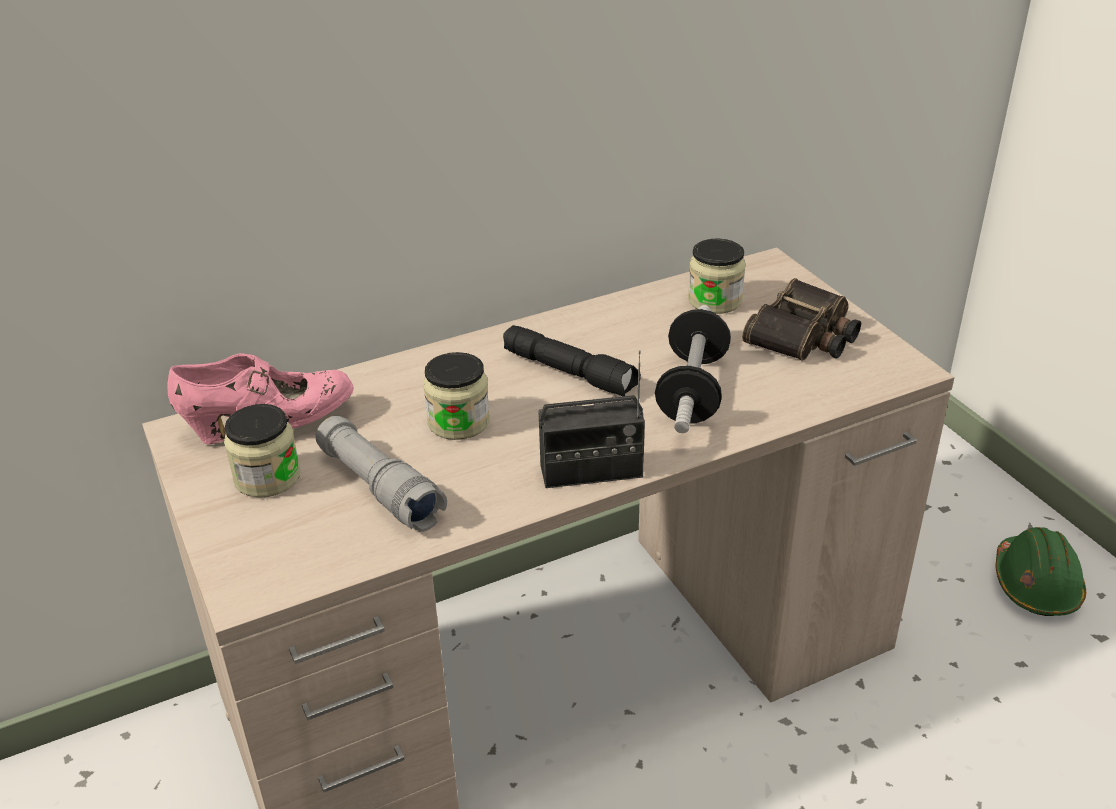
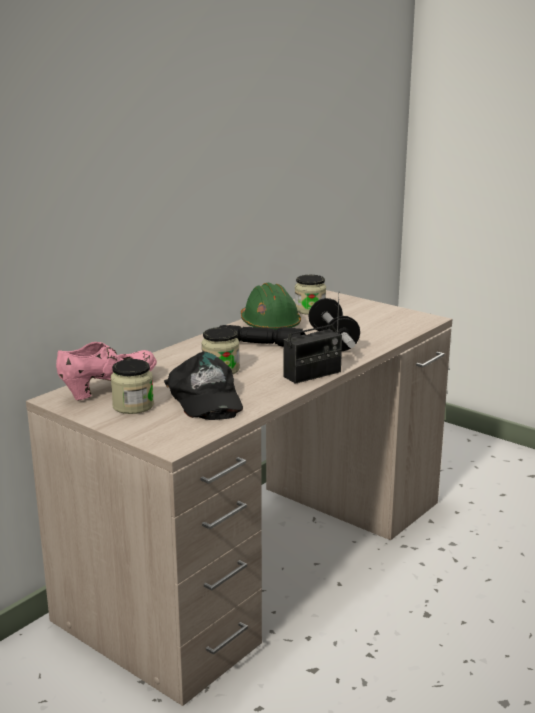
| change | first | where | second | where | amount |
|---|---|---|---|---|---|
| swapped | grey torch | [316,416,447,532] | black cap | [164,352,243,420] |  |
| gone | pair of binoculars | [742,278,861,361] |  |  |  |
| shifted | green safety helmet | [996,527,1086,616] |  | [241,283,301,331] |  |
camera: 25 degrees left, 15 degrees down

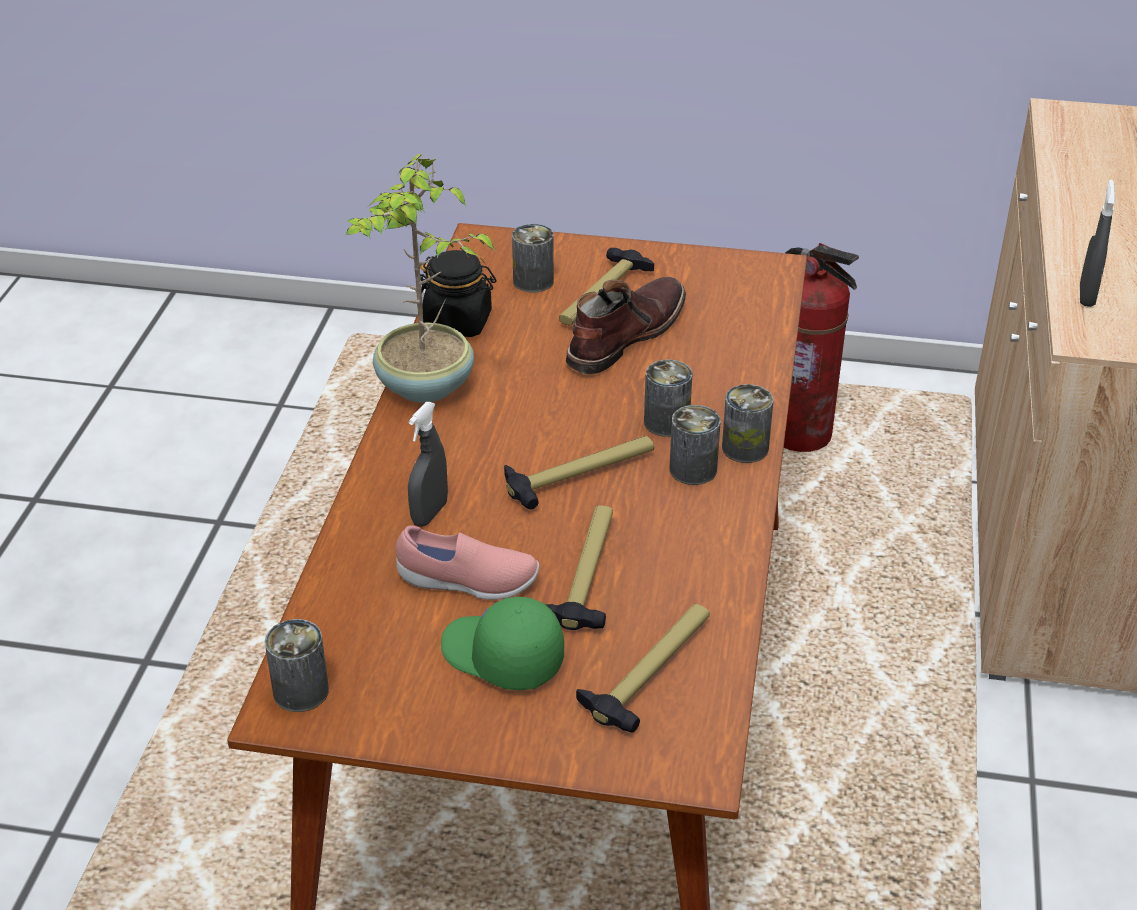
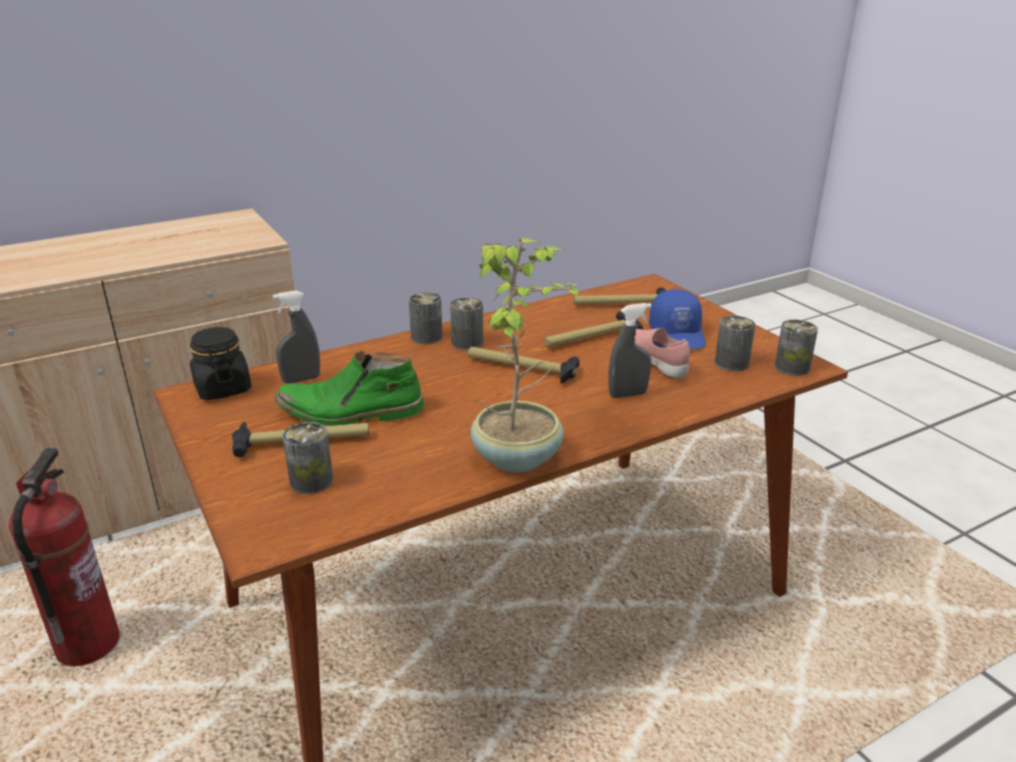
| change | first | where | second | where | amount |
|---|---|---|---|---|---|
| shifted | black jar | [420,250,497,337] |  | [190,327,251,400] |  |
| repainted | green cap | [441,597,564,690] | bluish cap | [649,289,706,349] |  |
| repainted | brown high-top boot | [566,277,686,374] | green high-top boot | [275,350,424,425] |  |
| shifted | sealed can | [644,359,693,437] |  | [715,316,755,371] |  |
| shifted | grey hand sprayer | [1080,179,1115,307] |  | [273,291,320,384] |  |
camera: 130 degrees left, 10 degrees down

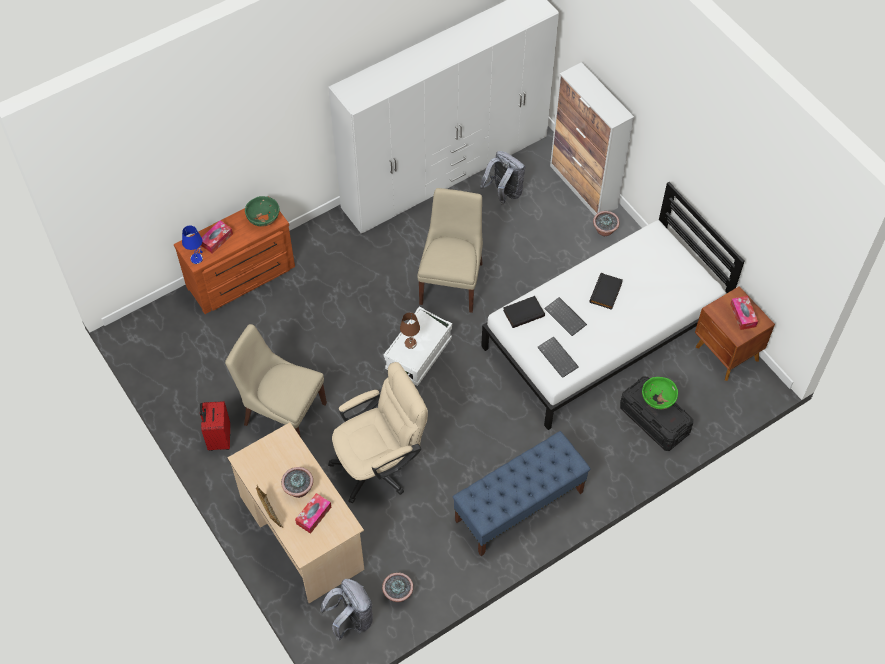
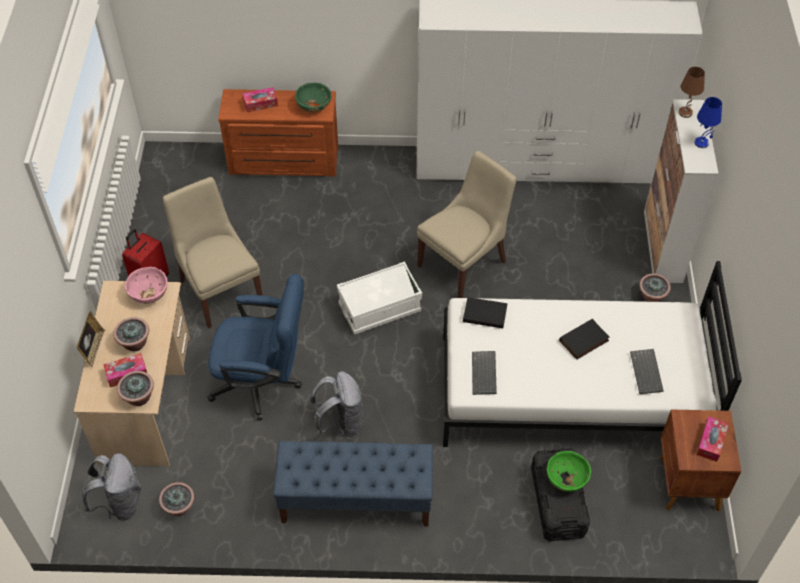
| change | first | where | second | where | amount |
|---|---|---|---|---|---|
| shifted | bluish lamp for a table | [182,226,203,264] |  | [694,97,722,148] |  |
| repainted | sand-coloured office chair | [328,362,428,504] | bluish office chair | [207,274,304,421] |  |
| shifted | brown lamp for a table | [400,313,420,349] |  | [678,67,705,118] |  |
| shifted | grey rucksack | [480,151,525,205] |  | [311,371,363,437] |  |
| shifted | PC keyboard | [544,297,587,336] |  | [630,349,664,394] |  |
| new |  |  | potted plant | [117,371,154,406] |  |
| new |  |  | pink-coloured serving bowl | [125,267,168,304] |  |
camera: 35 degrees right, 5 degrees down

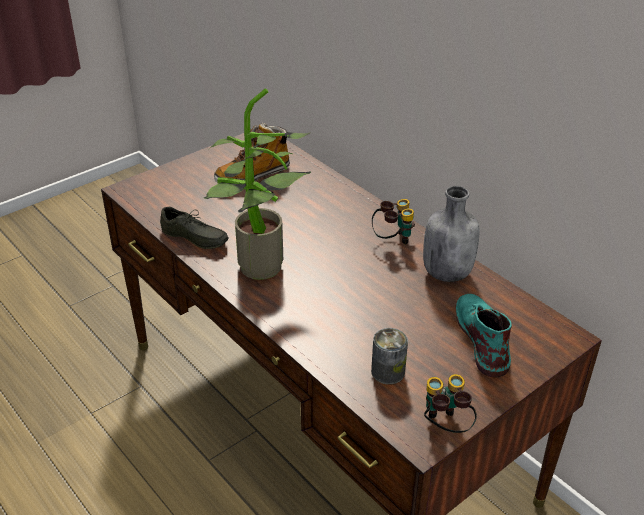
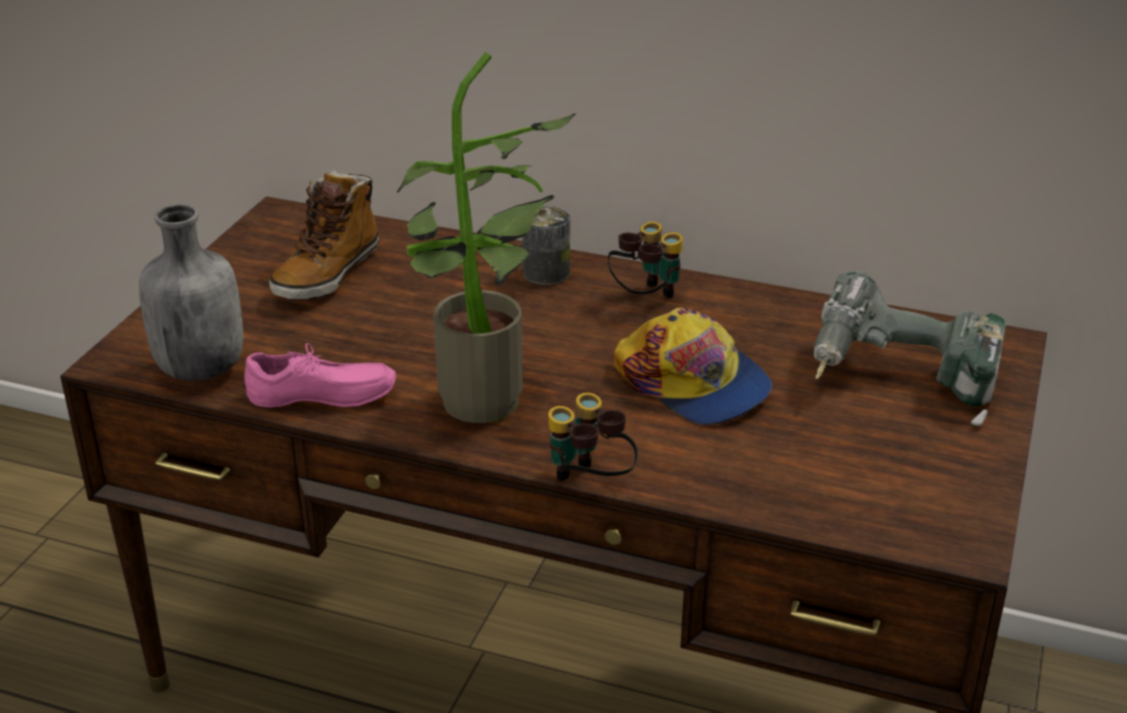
| change | first | where | second | where | amount |
|---|---|---|---|---|---|
| repainted | grey shoe | [160,207,229,249] | pink-coloured shoe | [244,343,396,407] |  |
| shifted | sealed can | [371,328,408,385] |  | [522,206,570,285] |  |
| shifted | grey beverage bottle | [423,186,480,282] |  | [139,204,243,381] |  |
| shifted | pair of binoculars | [424,374,477,433] |  | [548,393,638,481] |  |
| swapped | turquoise high-top boot | [456,294,512,377] | drill | [814,271,1006,426] |  |
| new |  |  | cap | [614,308,772,425] |  |
camera: 30 degrees left, 5 degrees down

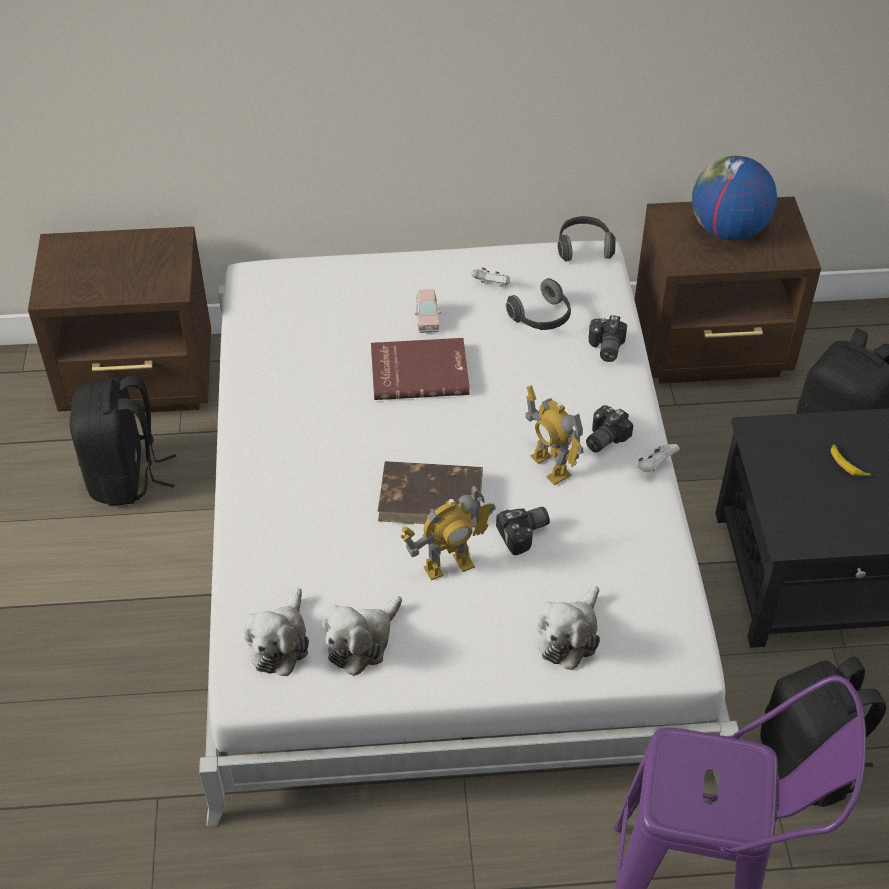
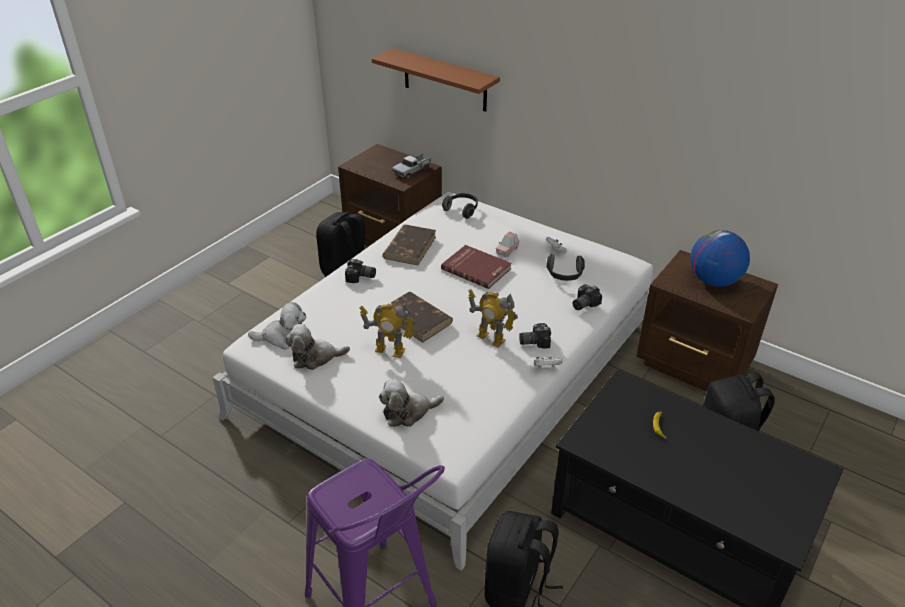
| change | first | where | second | where | amount |
|---|---|---|---|---|---|
| rotated | soft toy | [244,588,309,676] |  | [248,302,306,350] | 150 degrees counterclockwise |
| shifted | photo camera | [496,507,550,555] |  | [345,259,376,283] |  |
| rotated | model robot | [525,385,584,485] |  | [468,289,518,348] | 60 degrees counterclockwise |
| shifted | pair of headphones | [557,216,616,262] |  | [442,193,478,219] |  |
| new |  |  | brown shelf | [372,48,500,112] |  |
| new |  |  | brown volume | [383,224,436,265] |  |
| new |  |  | toy lorry | [392,153,431,179] |  |
camera: 40 degrees right, 10 degrees down

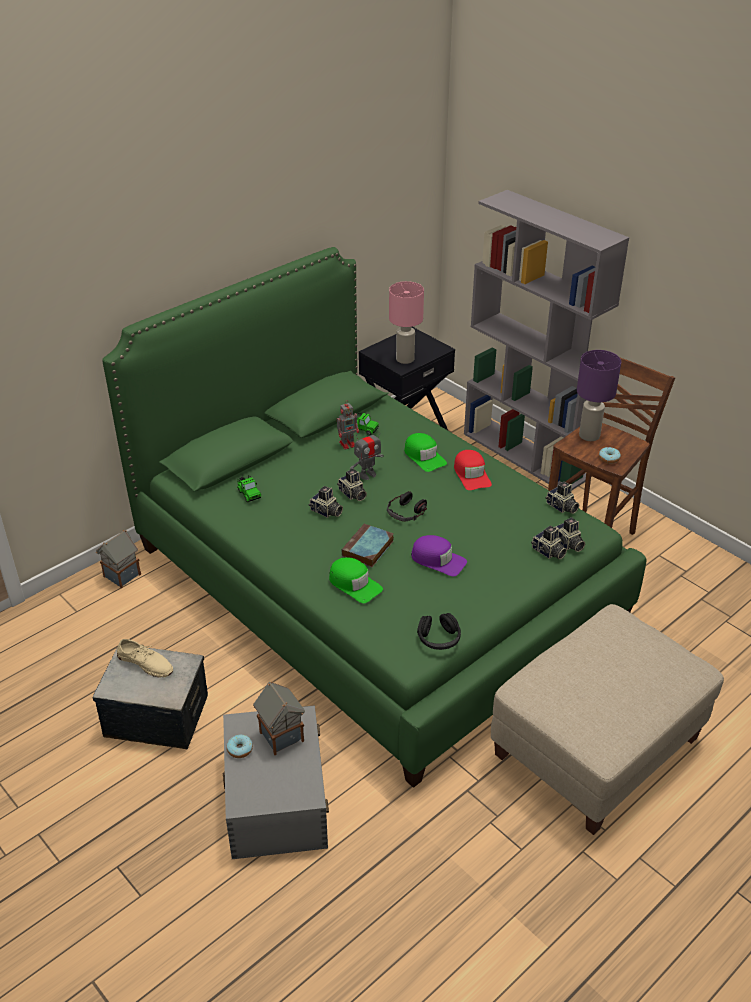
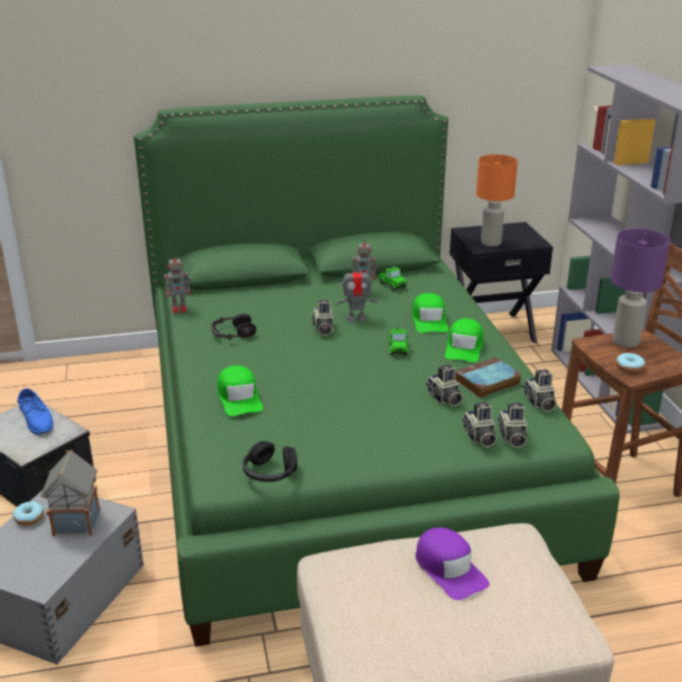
| change | first | where | second | where | amount |
|---|---|---|---|---|---|
| gone | toy house | [96,530,141,588] |  |  |  |
| repainted | sand-coloured shoe | [117,639,173,678] | bluish shoe | [17,388,53,435] |  |
| shifted | miniature car | [237,475,262,502] |  | [389,328,408,355] |  |
| shifted | photo camera | [309,486,343,518] |  | [426,365,463,406] |  |
| shifted | volume | [342,523,394,567] |  | [456,357,521,398] |  |
| shifted | pair of headphones | [387,491,427,521] |  | [211,314,256,340] |  |
| repainted | pink-coloured lamp for a table | [389,281,424,364] | orangey lamp for a table | [476,154,518,247] |  |
| shifted | purplish cap | [411,535,467,576] |  | [415,527,489,600] |  |
| repainted | reddish cap | [454,450,492,490] | green cap | [445,318,483,362] |  |
| new |  |  | model robot | [164,254,191,313] |  |
camera: 30 degrees right, 10 degrees down

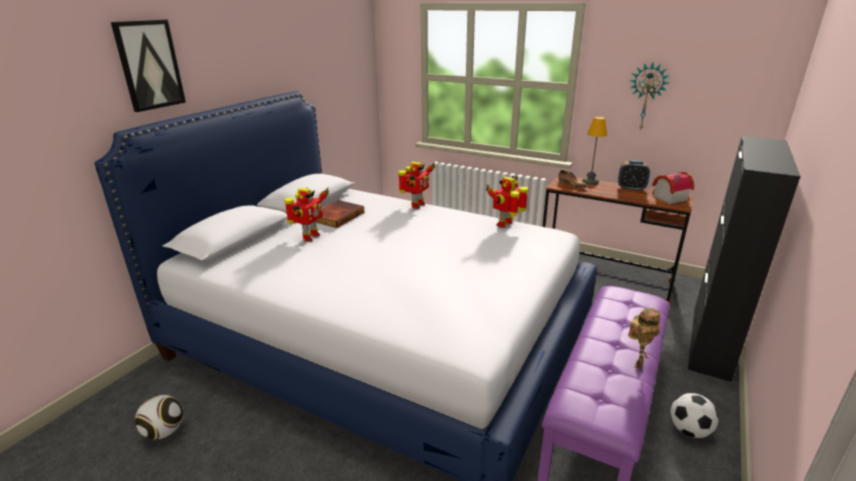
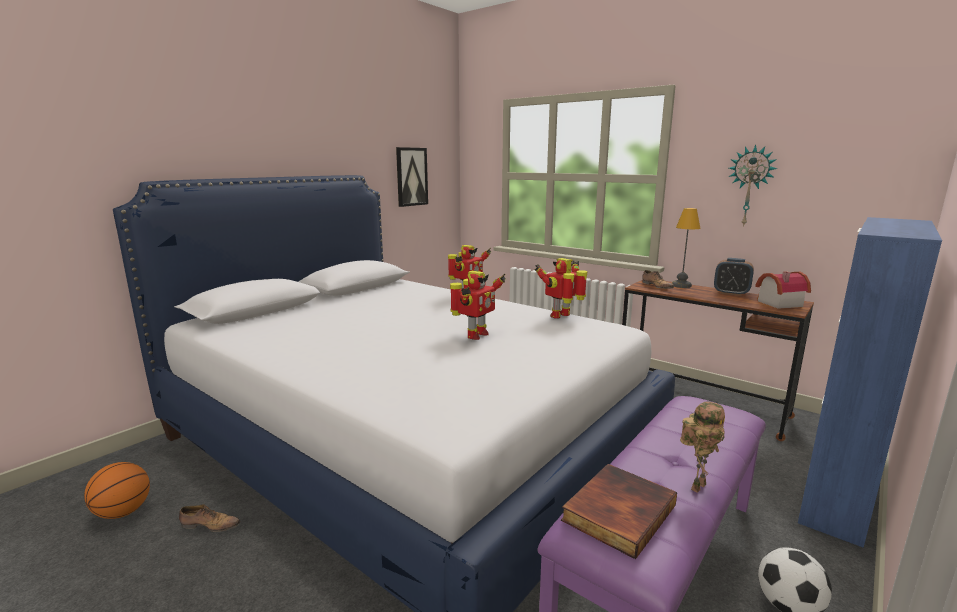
| change | first | where | second | where | amount |
|---|---|---|---|---|---|
| shifted | wall picture | [111,20,186,112] |  | [396,147,428,207] |  |
| swapped | football ball | [135,395,183,439] | basketball | [84,462,150,519] |  |
| shifted | model robot | [284,187,329,241] |  | [450,271,506,340] |  |
| shifted | volume | [316,200,364,228] |  | [561,464,677,559] |  |
| repainted | black storage cabinet | [688,136,801,382] | bluish storage cabinet | [798,217,942,548] |  |
| new |  |  | shoe | [179,504,241,532] |  |
camera: 10 degrees right, 10 degrees down

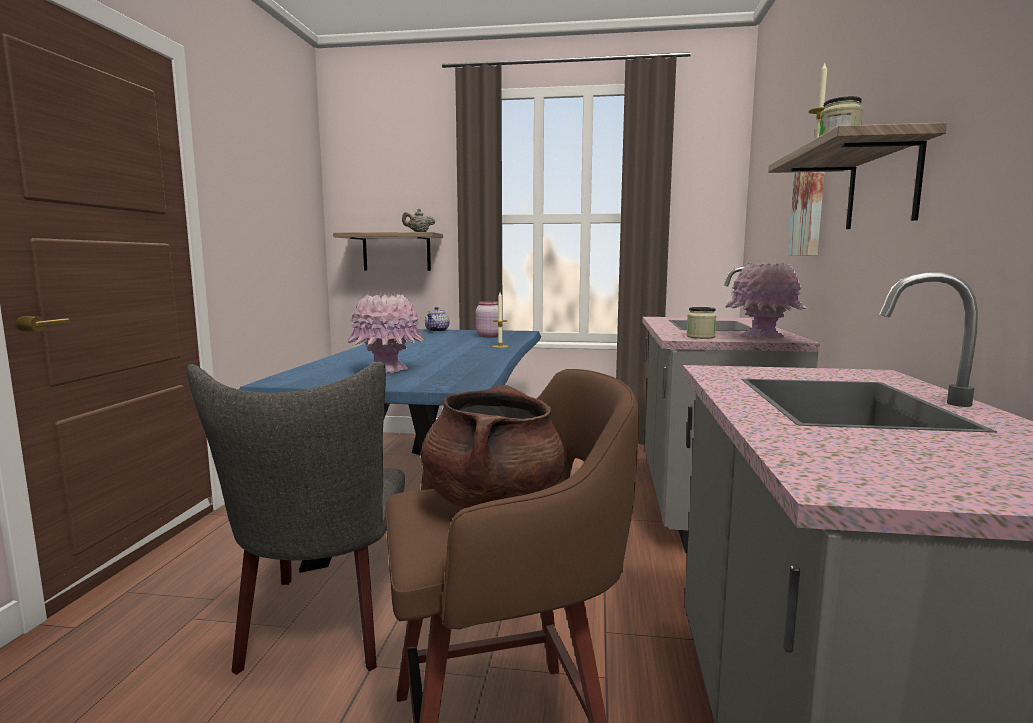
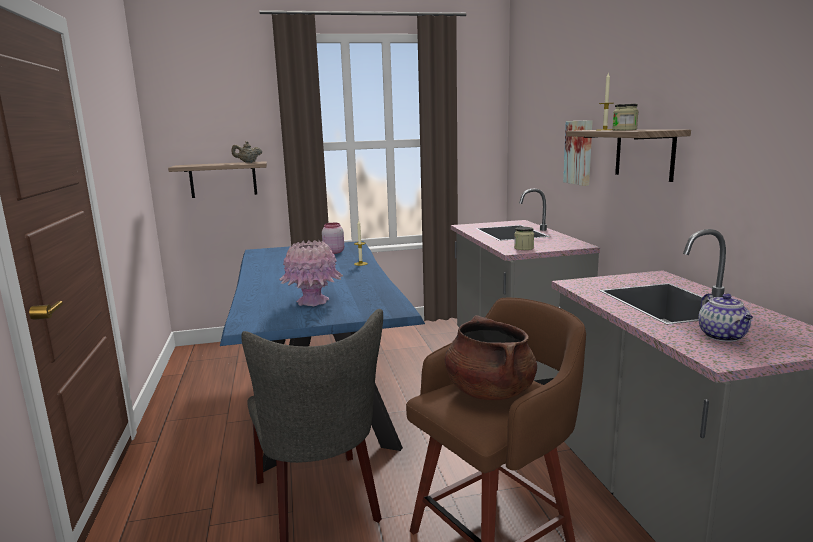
| change | first | where | second | where | amount |
|---|---|---|---|---|---|
| shifted | pot for tea | [425,307,449,332] |  | [698,293,753,342] |  |
| gone | pink-coloured decorative vase | [725,263,807,339] |  |  |  |
camera: 20 degrees left, 5 degrees up

